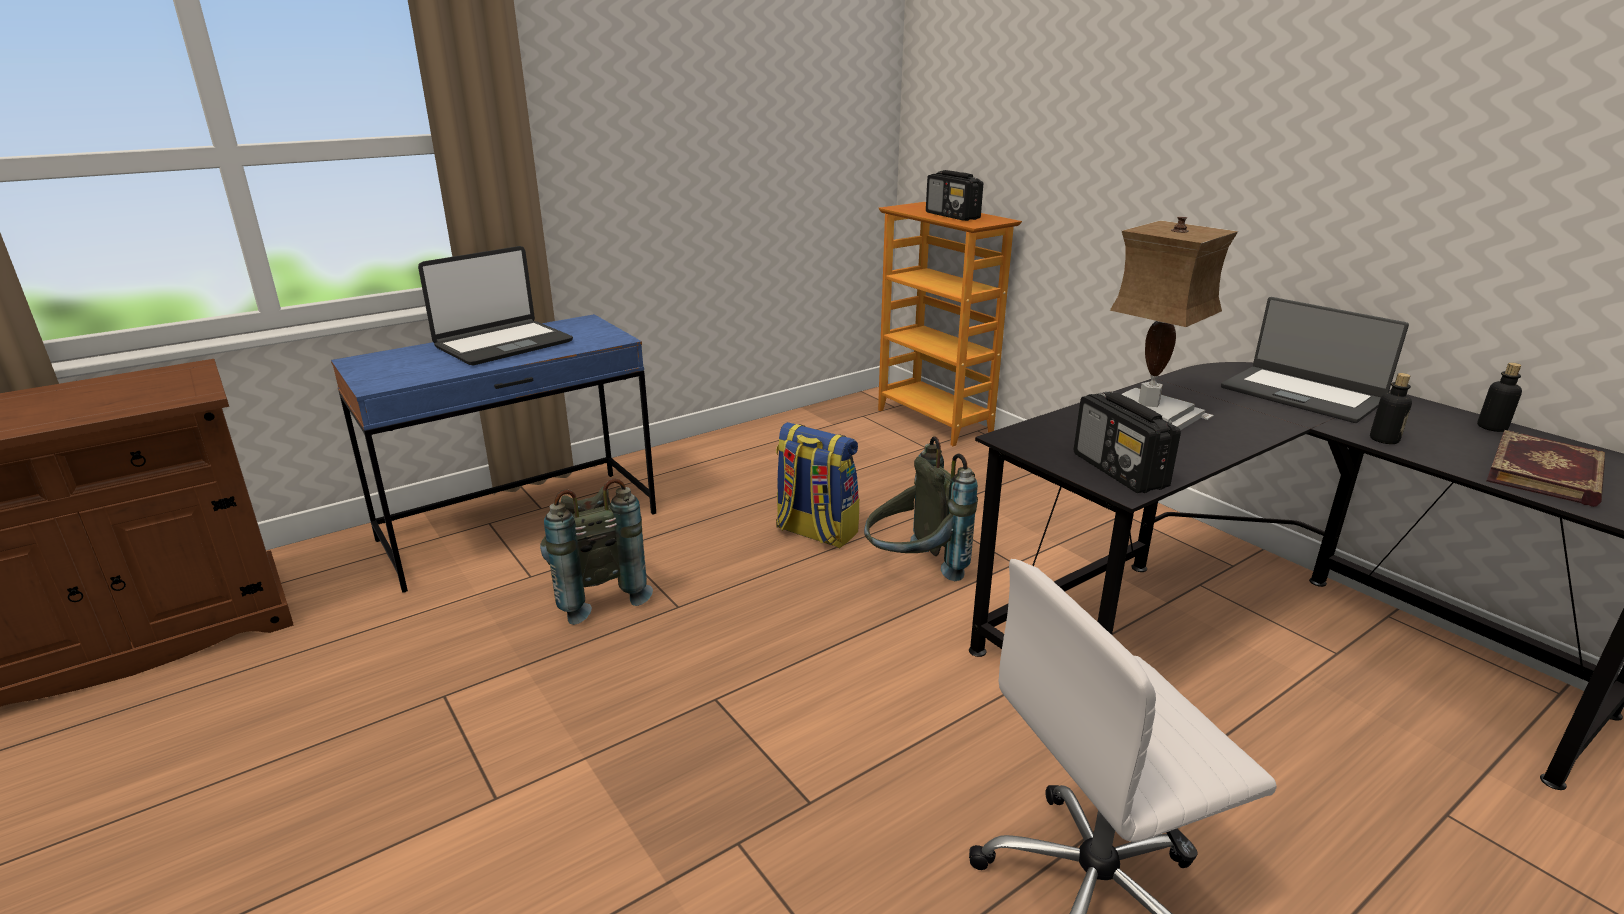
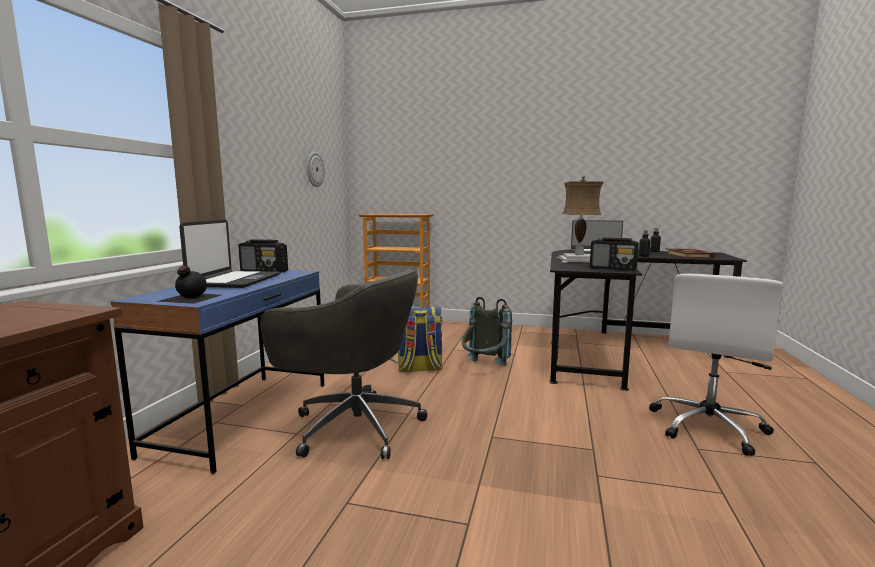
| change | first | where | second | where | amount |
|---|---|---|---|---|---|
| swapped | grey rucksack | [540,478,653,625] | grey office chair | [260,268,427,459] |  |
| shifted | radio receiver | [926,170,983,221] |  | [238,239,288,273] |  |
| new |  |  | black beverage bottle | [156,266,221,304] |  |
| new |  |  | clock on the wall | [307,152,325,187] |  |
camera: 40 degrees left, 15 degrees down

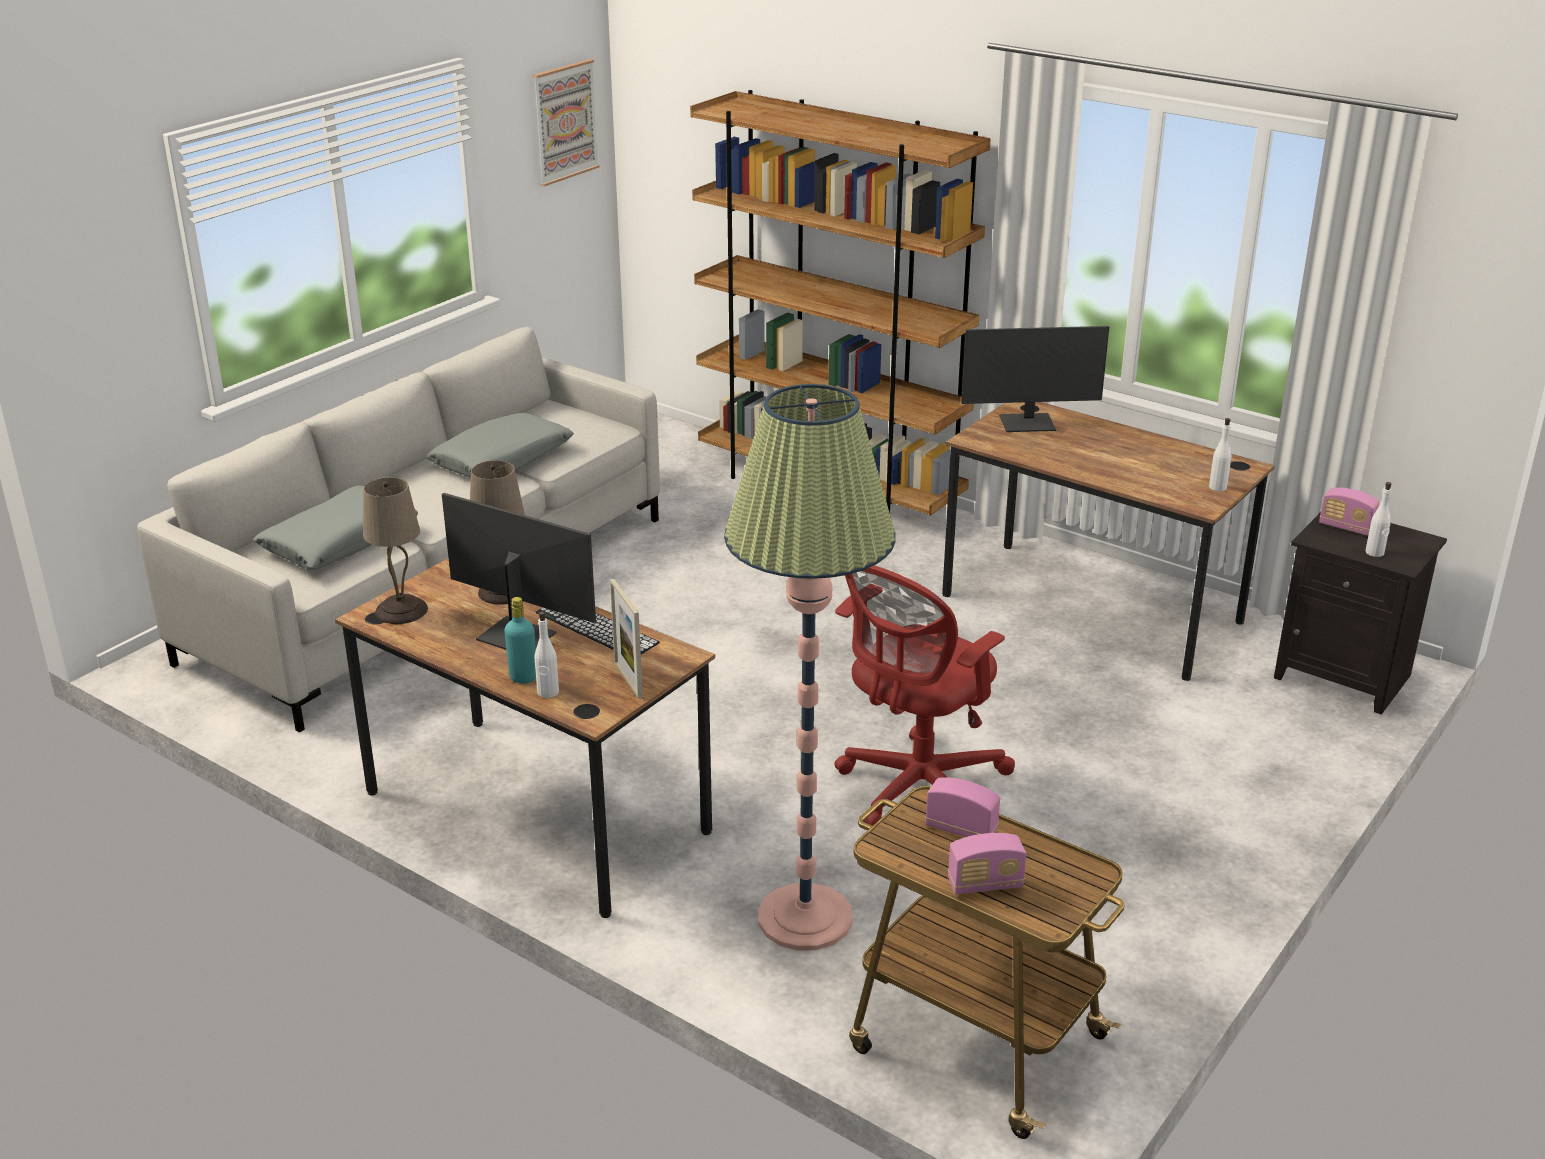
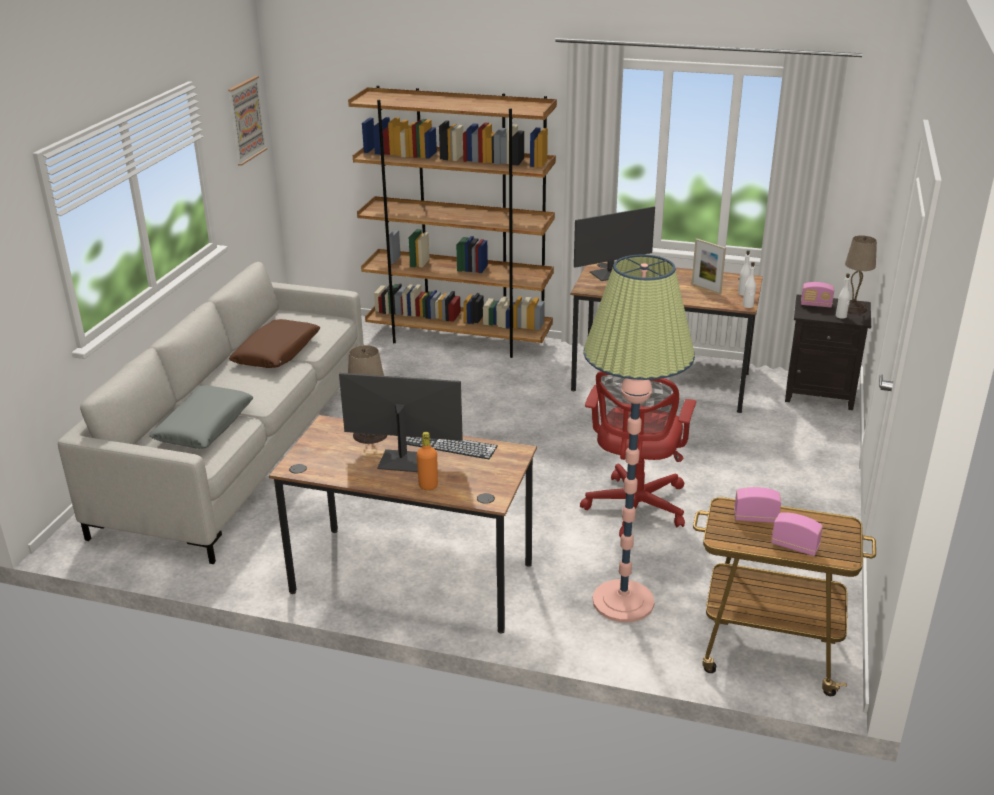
| change | first | where | second | where | amount |
|---|---|---|---|---|---|
| shifted | sand-coloured lamp for a table | [363,477,428,624] |  | [845,236,877,314] |  |
| repainted | grey pillow | [427,413,574,478] | brown pillow | [229,319,320,368] |  |
| repainted | turquoise beverage bottle | [504,597,536,684] | orangey beverage bottle | [417,432,438,490] |  |
| shifted | white-coloured beverage bottle | [535,611,559,698] |  | [743,262,756,308] |  |
| shifted | picture frame | [610,579,643,699] |  | [692,238,726,294] |  |
| rotated | radio receiver | [948,833,1026,895] |  | [771,512,823,556] | 120 degrees counterclockwise |
camera: 20 degrees left, 0 degrees up

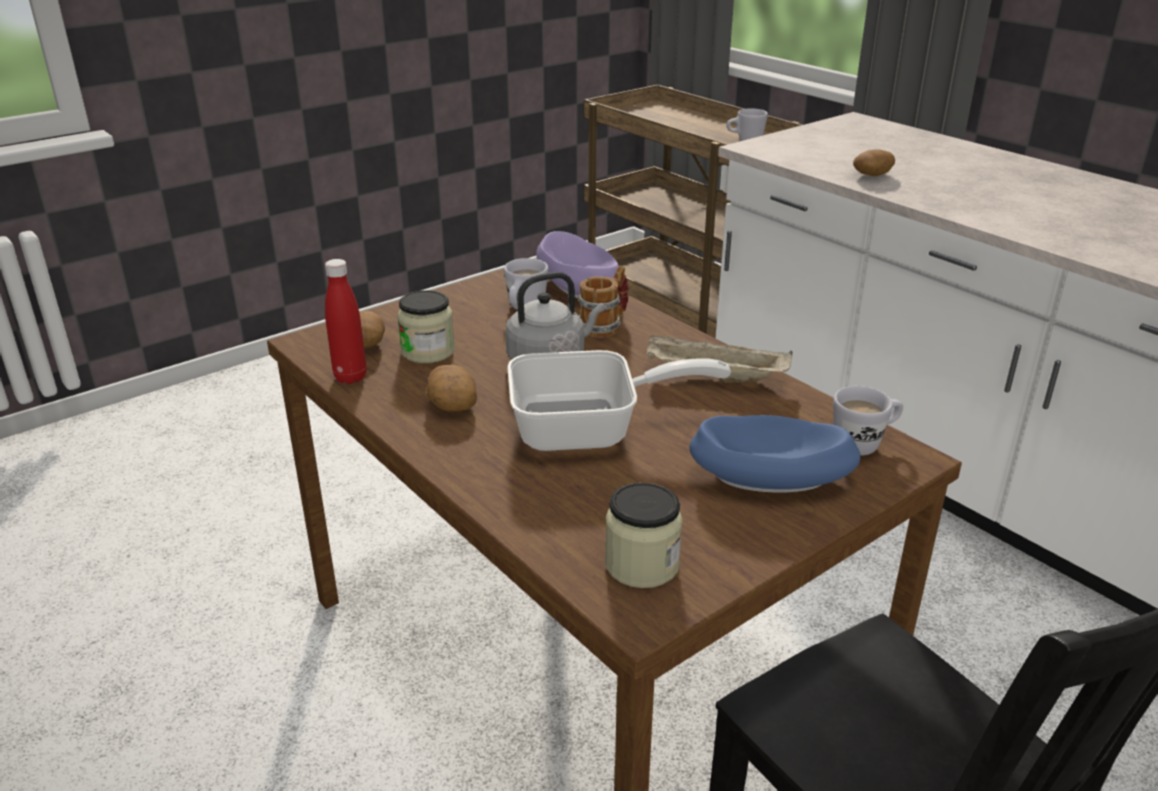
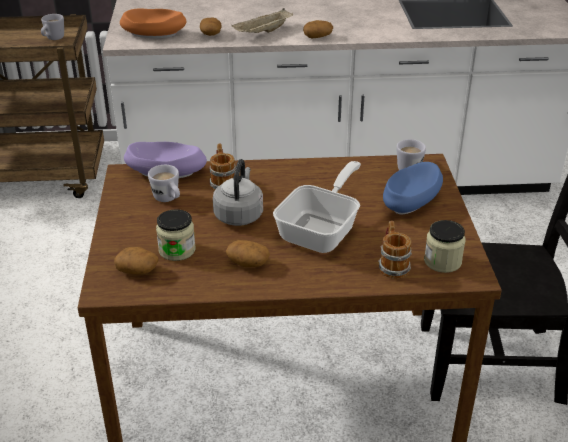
| change | first | where | second | where | amount |
|---|---|---|---|---|---|
| gone | reddish beverage bottle | [325,259,367,384] |  |  |  |
| shifted | sand-coloured carrying tray | [647,334,793,383] |  | [231,8,293,33] |  |
| new |  |  | orangey serving bowl | [120,8,186,38] |  |
| new |  |  | whole potato | [303,20,333,38] |  |
| new |  |  | coffee mug | [378,221,412,279] |  |
camera: 55 degrees left, 5 degrees up

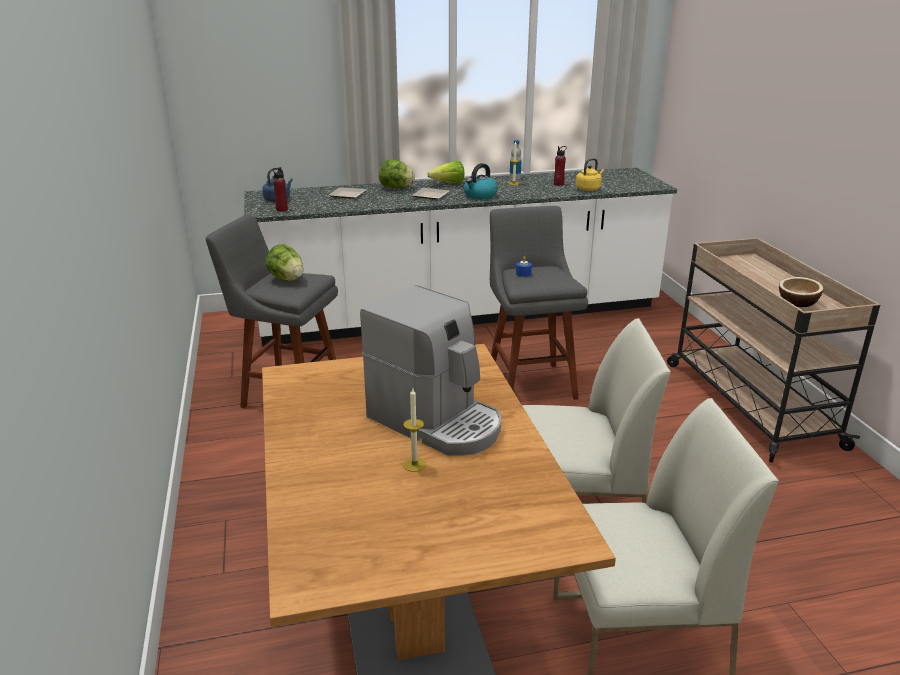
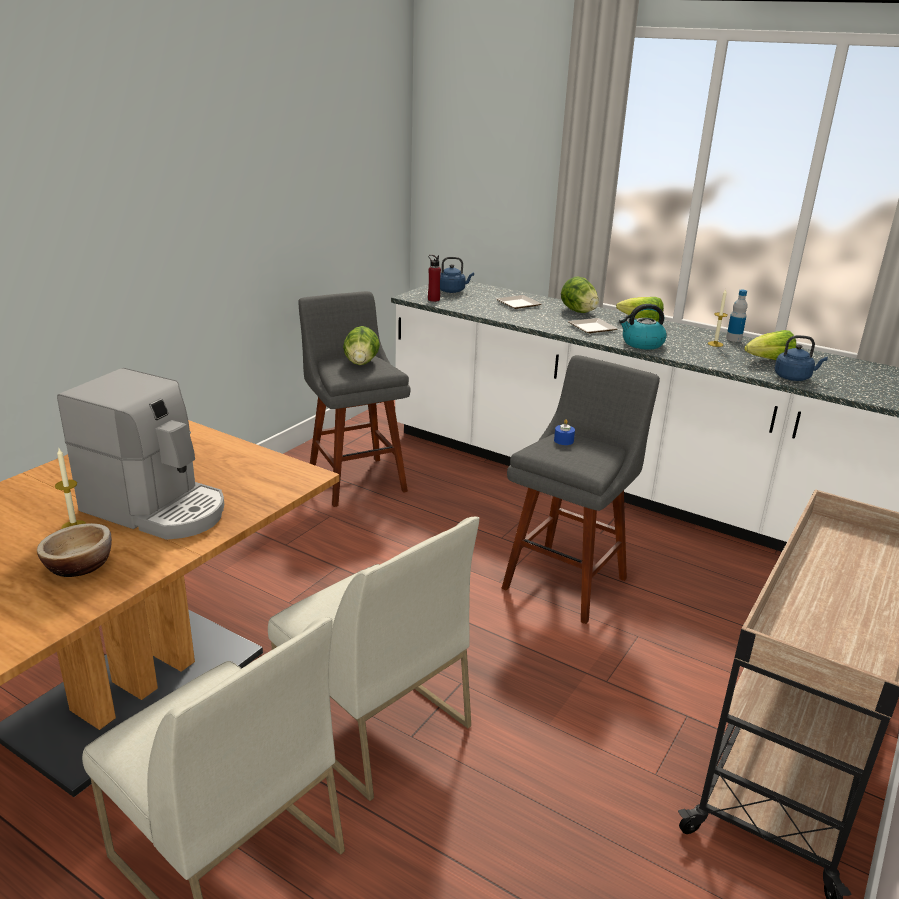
| change | first | where | second | where | amount |
|---|---|---|---|---|---|
| rotated | coffee brewer | [360,285,501,456] |  | [57,368,224,540] | 60 degrees counterclockwise |
| swapped | reddish beverage bottle | [554,146,567,186] | lettuce head | [744,330,796,360] |  |
| repainted | yellowish water kettle | [576,158,604,191] | bluish water kettle | [774,335,828,381] |  |
| shifted | serving bowl | [779,277,823,307] |  | [37,523,112,577] |  |
camera: 45 degrees right, 0 degrees up

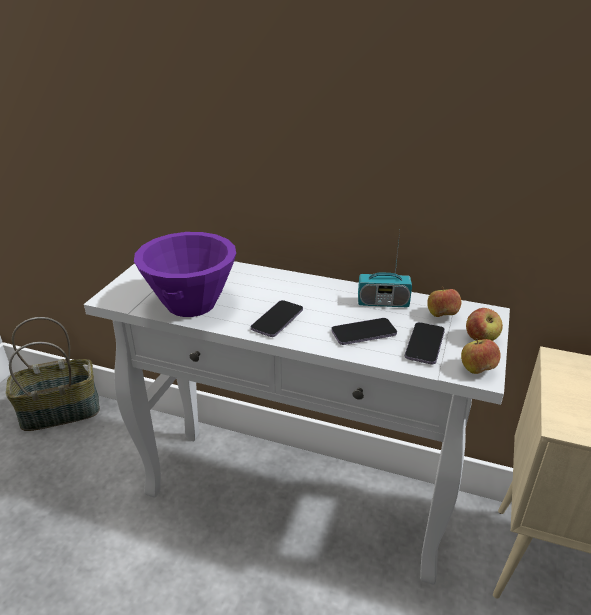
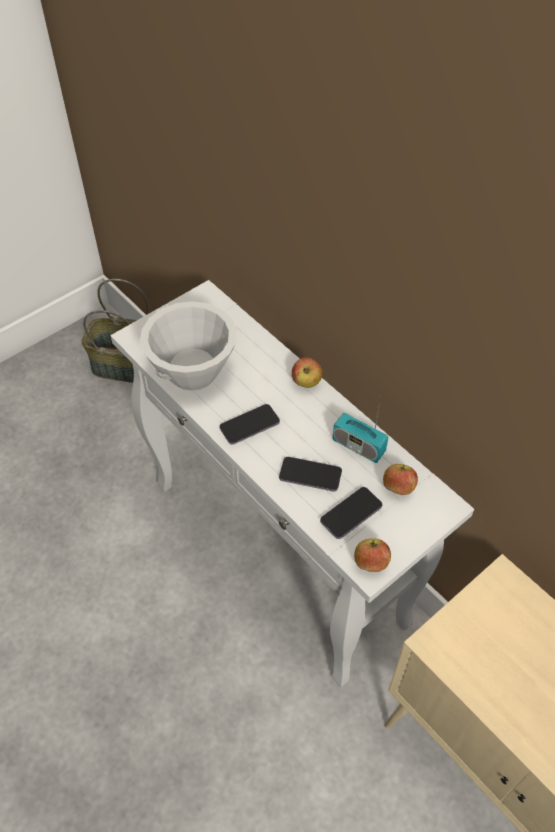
| change | first | where | second | where | amount |
|---|---|---|---|---|---|
| repainted | purplish serving bowl | [134,232,236,317] | white-coloured serving bowl | [140,301,237,391] |  |
| shifted | apple | [466,308,503,341] |  | [292,357,322,388] |  |
camera: 30 degrees right, 20 degrees up

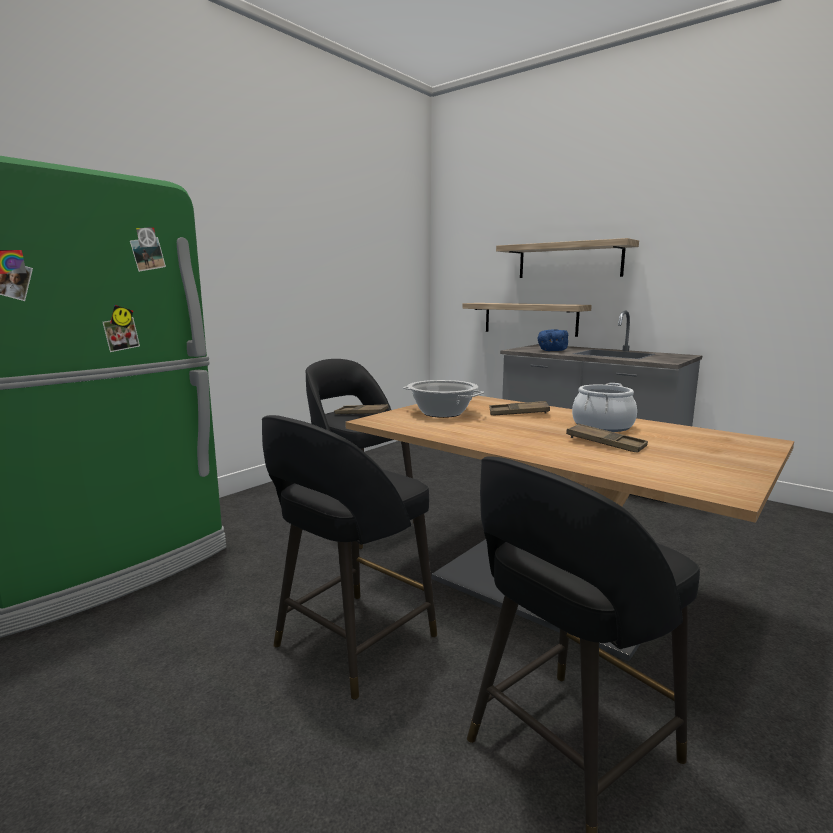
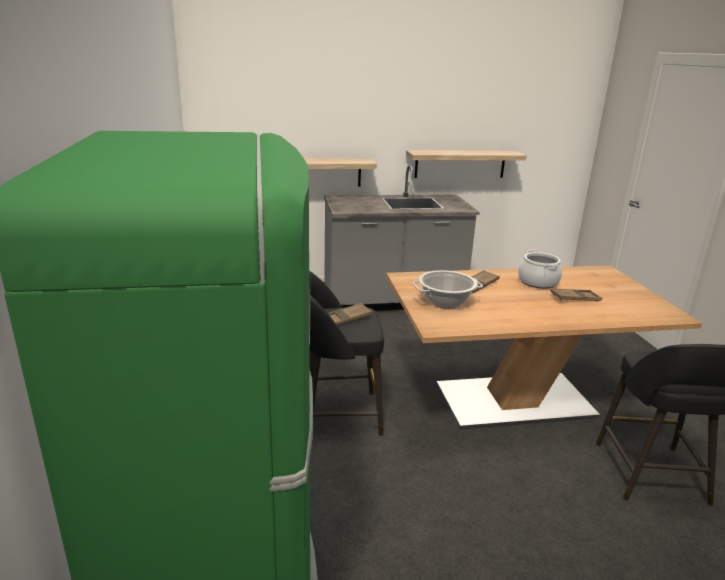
| change | first | where | second | where | amount |
|---|---|---|---|---|---|
| gone | black sitting stool | [262,415,437,700] |  |  |  |
| shifted | shelf | [496,238,639,278] |  | [406,150,527,178] |  |
| gone | bluish serving bowl | [537,330,568,351] |  |  |  |
camera: 50 degrees left, 10 degrees up

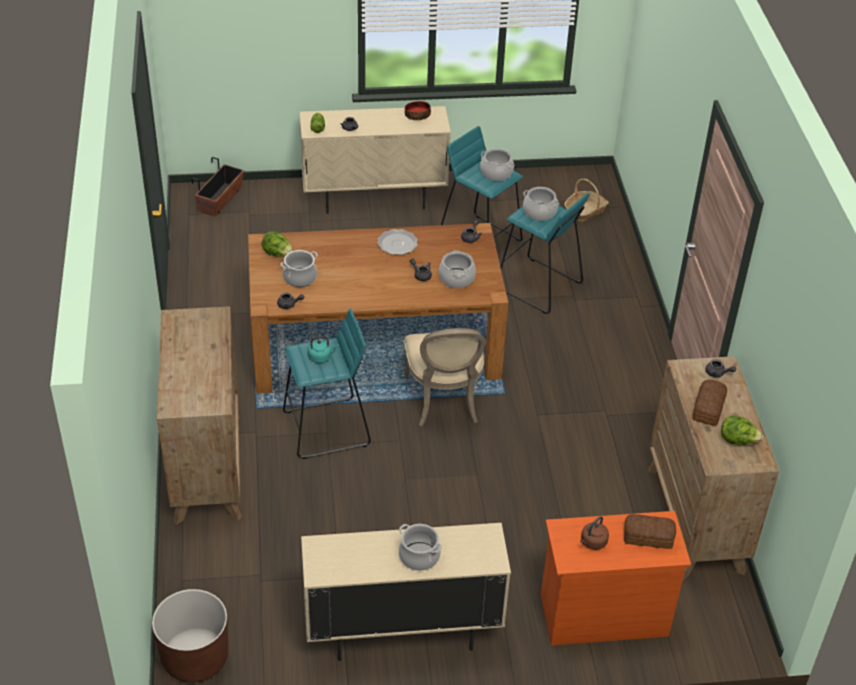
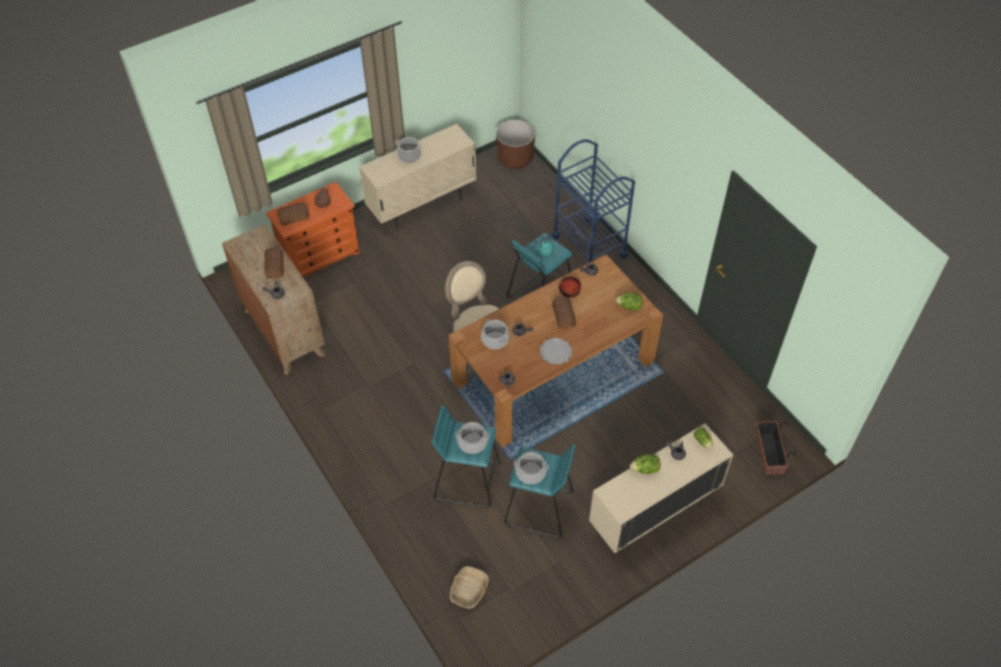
| change | first | where | second | where | amount |
|---|---|---|---|---|---|
| swapped | brown chest of drawers | [157,306,242,525] | bluish trolley | [551,139,635,263] |  |
| gone | cooking pot | [280,250,318,287] |  |  |  |
| shifted | serving bowl | [405,101,431,120] |  | [559,276,581,298] |  |
| shifted | lettuce head | [721,416,763,445] |  | [630,454,661,474] |  |
| new |  |  | bread | [552,297,576,329] |  |
camera: 155 degrees right, 10 degrees up

